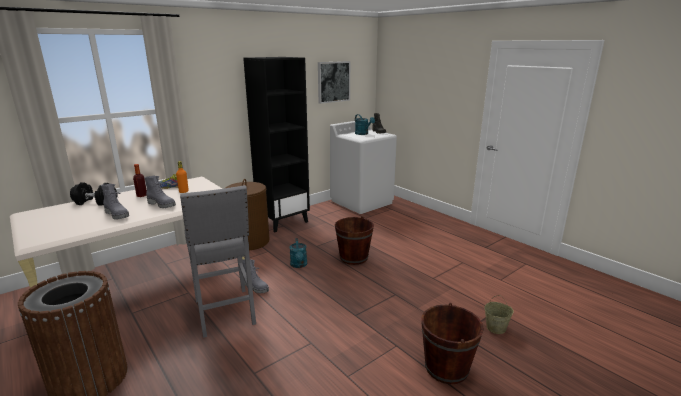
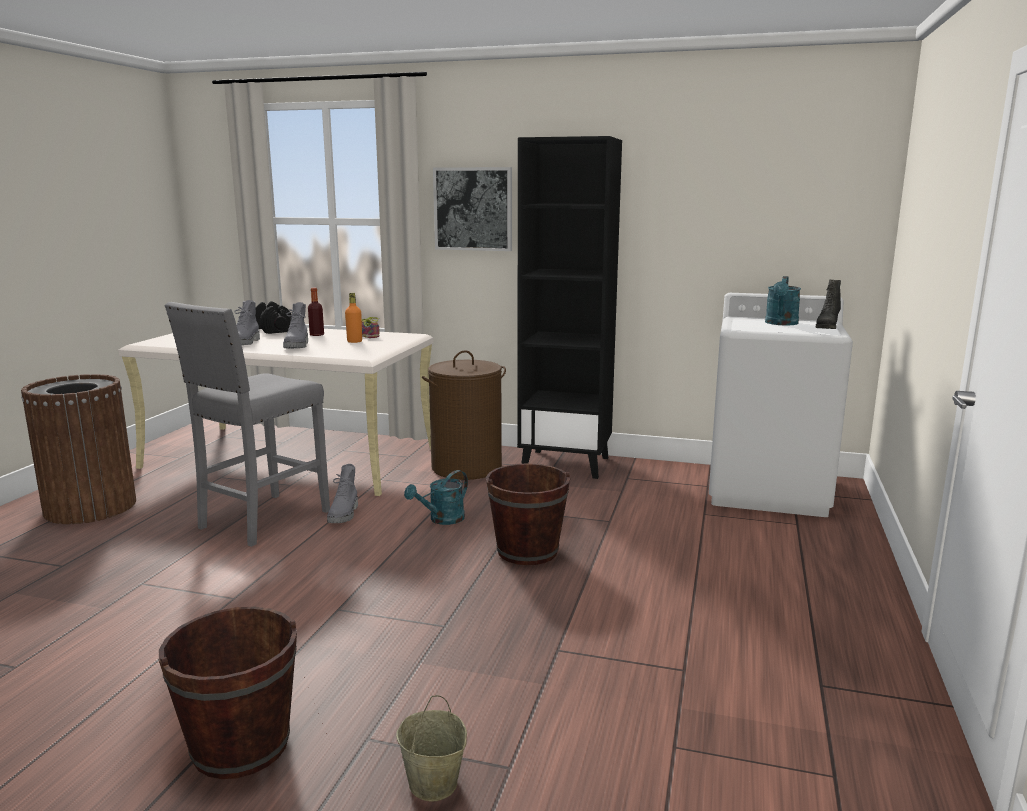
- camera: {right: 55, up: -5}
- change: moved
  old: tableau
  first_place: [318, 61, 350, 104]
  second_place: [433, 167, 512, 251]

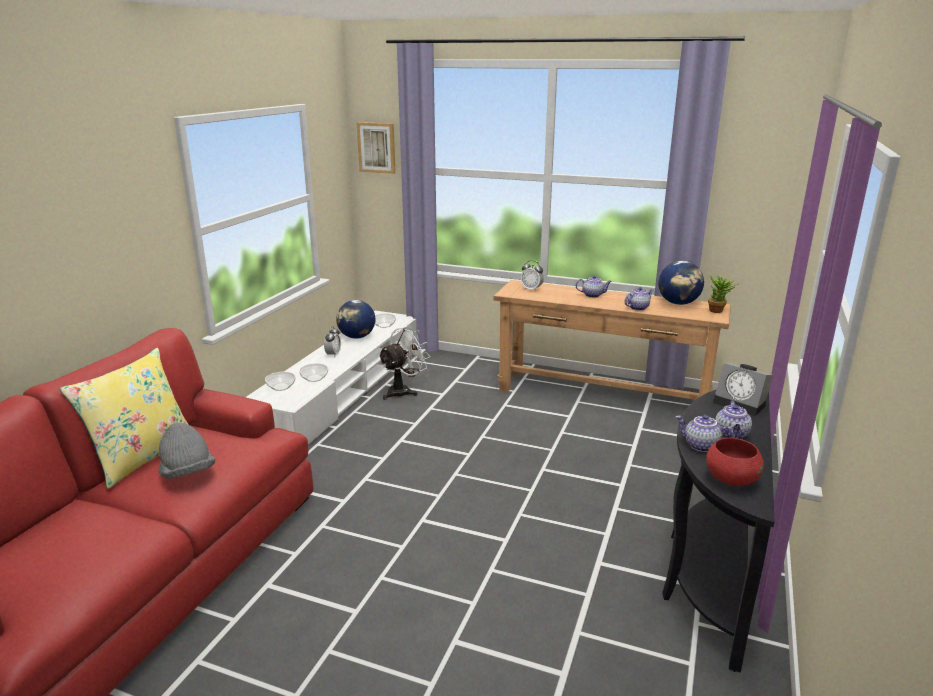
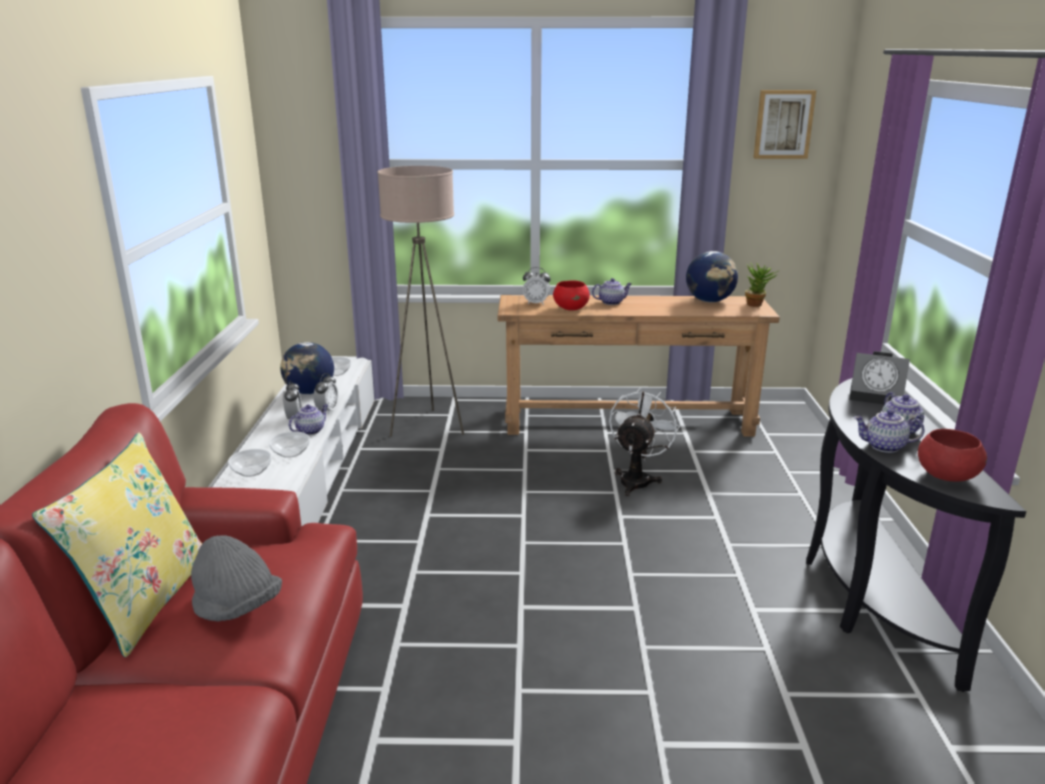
- camera: {right: -20, up: 0}
- change: moved
  old: théière
  first_place: [625, 287, 654, 311]
  second_place: [289, 404, 328, 435]
- change: added
  new: réveil
  second_place: [314, 373, 338, 415]
- change: added
  new: lampadaire/beige
  second_place: [377, 166, 464, 437]
- change: added
  new: bol/rouge
  second_place: [553, 281, 590, 311]
- change: moved
  old: ventilateur/blanc
  first_place: [378, 326, 431, 400]
  second_place: [609, 387, 680, 496]
- change: moved
  old: tableau
  first_place: [357, 122, 396, 174]
  second_place: [753, 90, 816, 159]

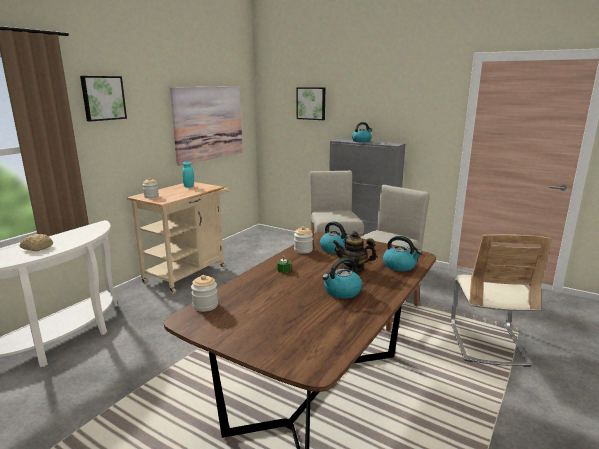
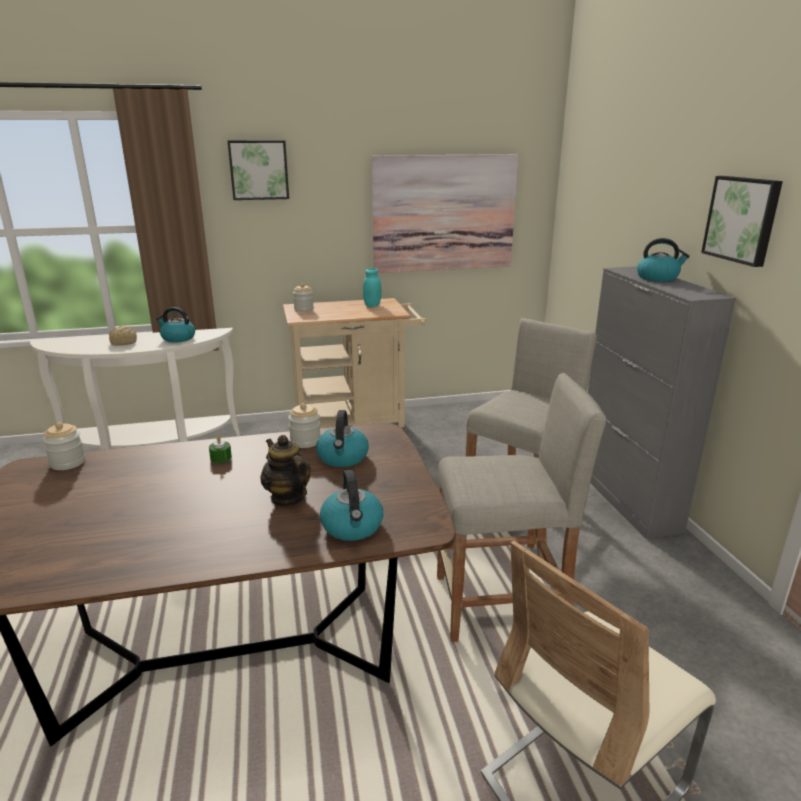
- camera: {right: 45, up: 5}
- change: moved
  old: bouilloire
  first_place: [322, 258, 362, 299]
  second_place: [156, 307, 195, 343]
- change: moved
  old: tableau
  first_place: [297, 87, 325, 120]
  second_place: [701, 176, 783, 267]

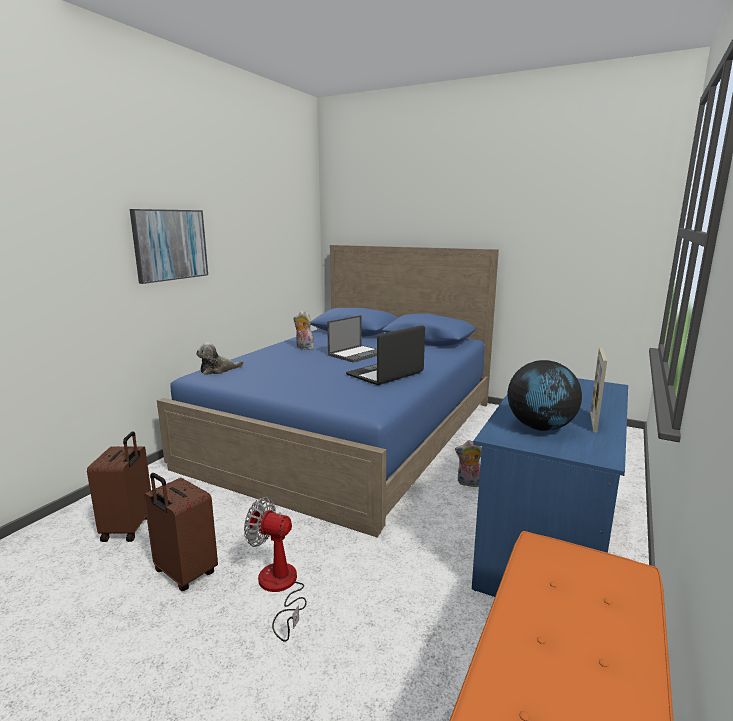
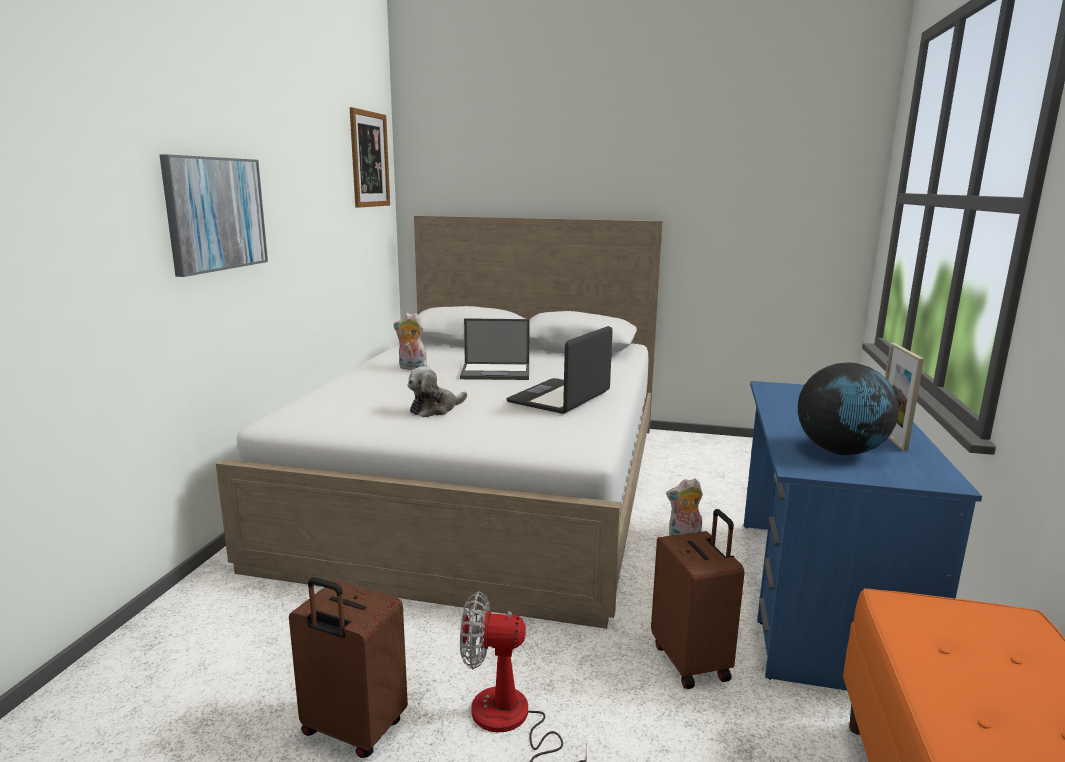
- camera: {right: -15, up: 0}
- change: recoloured
  old: lit/bleu
  new: lit/blanc
  first_place: [157, 245, 499, 537]
  second_place: [216, 216, 663, 629]
- change: added
  new: tableau
  second_place: [350, 107, 390, 208]
- change: moved
  old: peluche
  first_place: [196, 342, 244, 375]
  second_place: [407, 367, 467, 418]
- change: turned
  old: ordinateur portable
  first_place: [327, 315, 377, 363]
  second_place: [460, 318, 530, 380]
  degrees: 60
- change: moved
  old: valise/marron
  first_place: [87, 432, 151, 542]
  second_place: [651, 509, 744, 689]

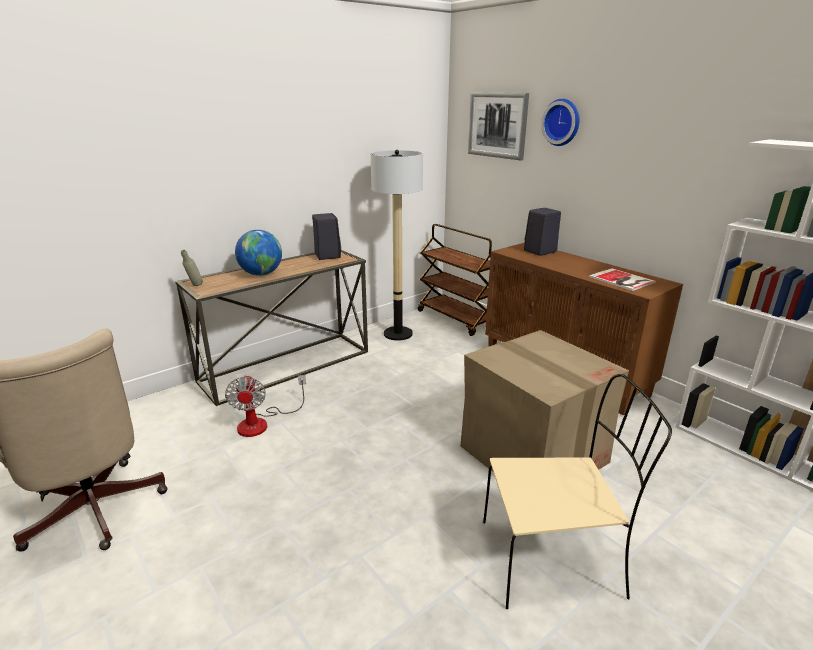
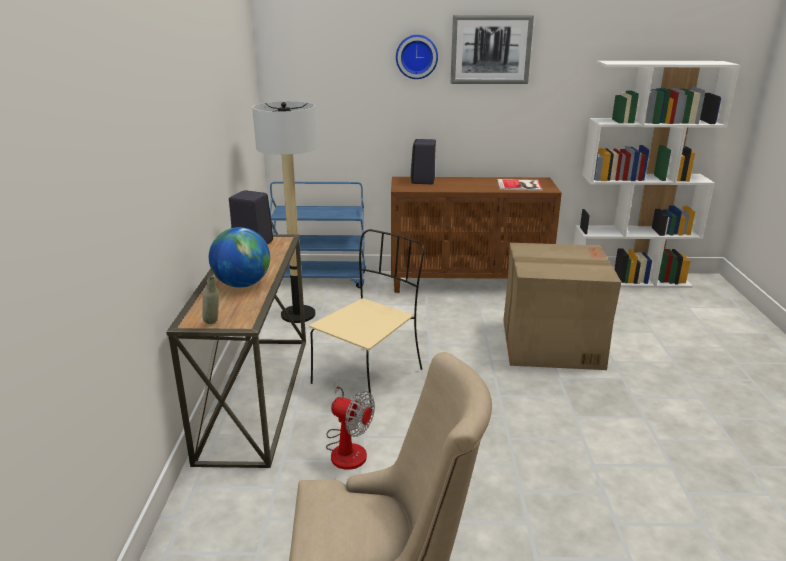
- camera: {right: -50, up: 0}
- change: recoloured
  old: chariot/marron
  new: chariot/bleu
  first_place: [418, 224, 492, 336]
  second_place: [270, 181, 366, 288]
- change: moved
  old: chaise/beige
  first_place: [483, 374, 672, 609]
  second_place: [309, 229, 424, 410]
- change: moved
  old: tableau
  first_place: [468, 92, 529, 160]
  second_place: [451, 15, 534, 84]

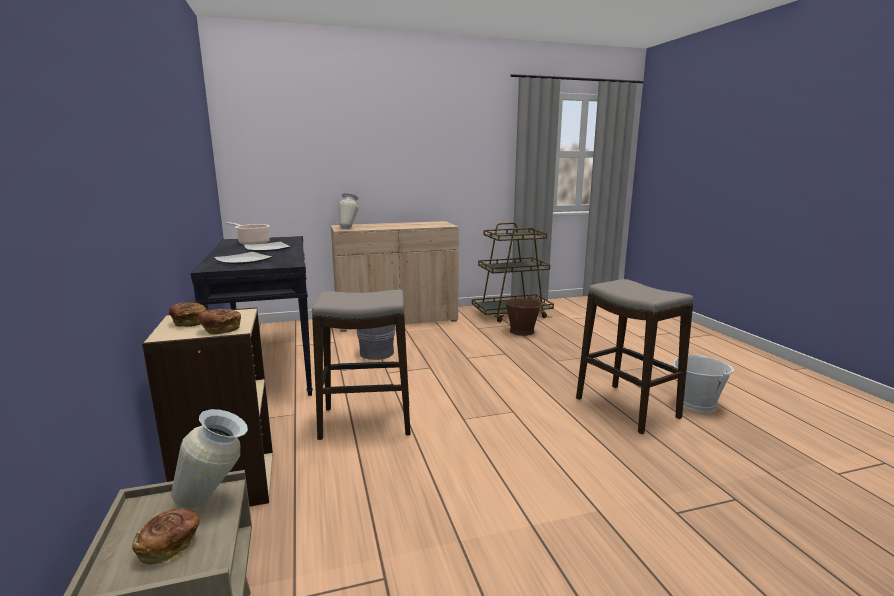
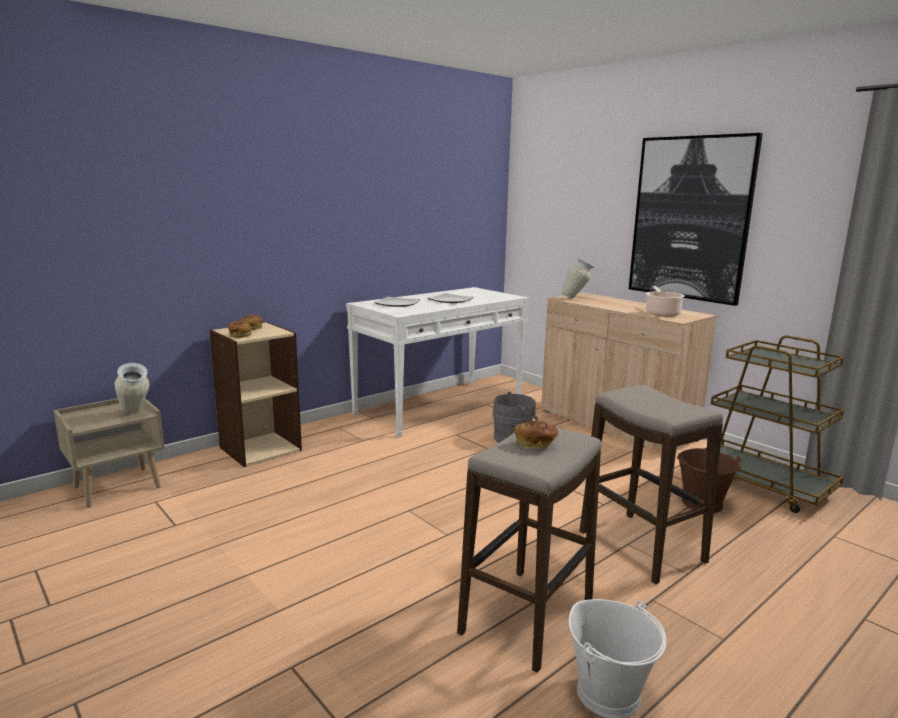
- camera: {right: 65, up: 0}
- change: recoloured
  old: table console/noir
  new: table console/blanc
  first_place: [191, 236, 313, 396]
  second_place: [346, 287, 529, 437]
- change: moved
  old: pain
  first_place: [132, 508, 200, 565]
  second_place: [514, 421, 558, 449]
- change: moved
  old: tabouret
  first_place: [312, 290, 411, 440]
  second_place: [579, 385, 723, 584]
- change: added
  new: tableau
  second_place: [629, 133, 763, 306]
- change: moved
  old: marmite
  first_place: [226, 222, 270, 245]
  second_place: [646, 286, 685, 317]

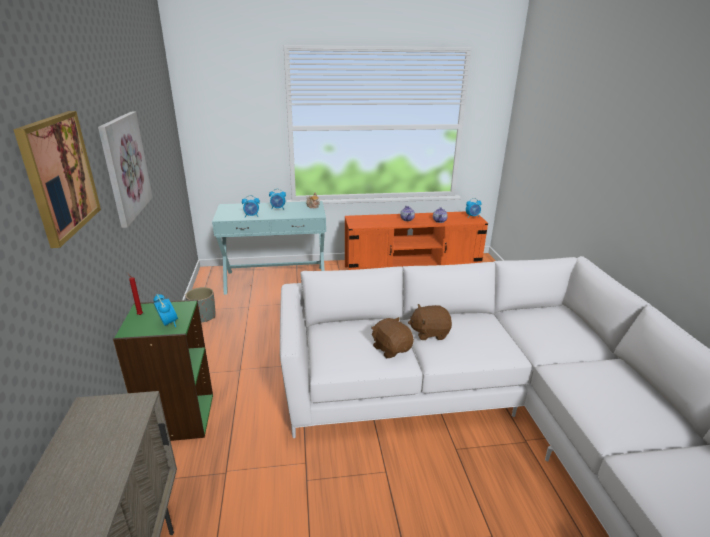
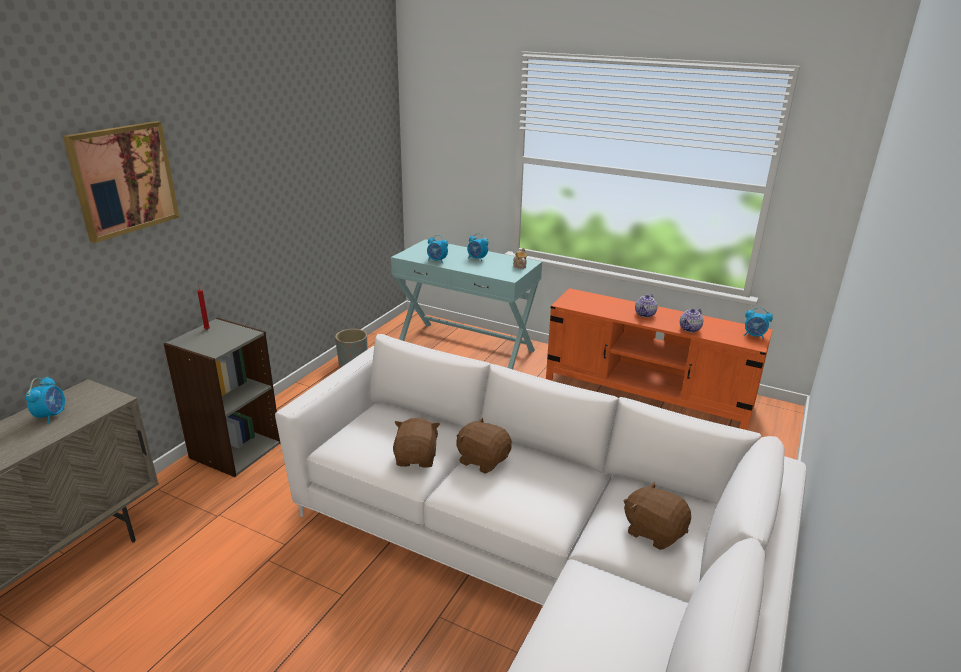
- camera: {right: 35, up: 0}
- change: moved
  old: réveil
  first_place: [154, 294, 178, 327]
  second_place: [25, 376, 65, 424]
- change: recoloured
  old: bibliothèque/vert
  new: bibliothèque/gris
  first_place: [113, 299, 213, 441]
  second_place: [163, 318, 280, 477]
- change: added
  new: peluche/marron
  second_place: [624, 482, 691, 550]
- change: removed
  old: tableau
  first_place: [98, 112, 153, 228]

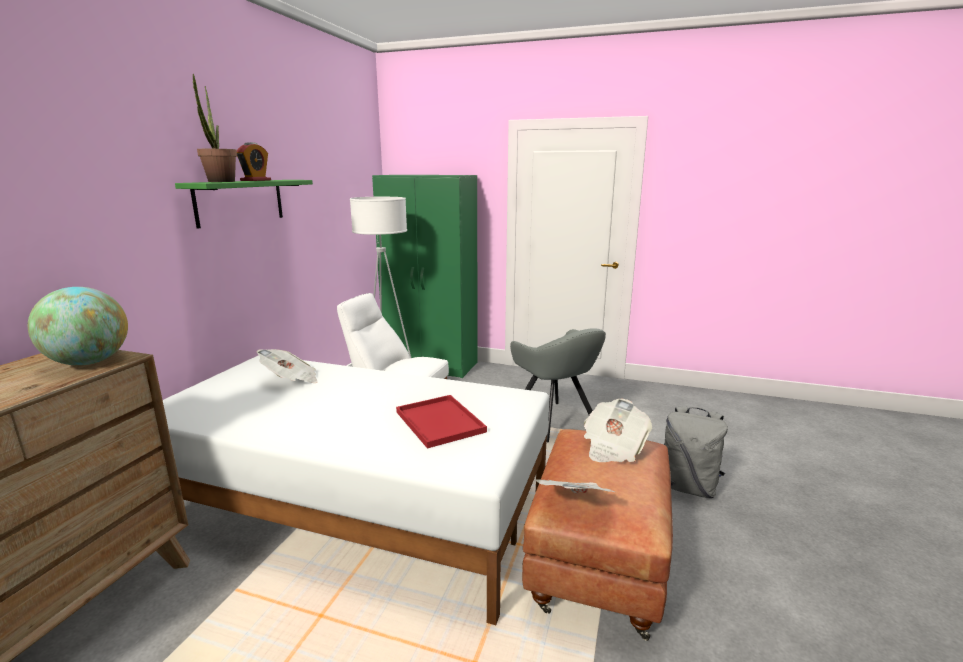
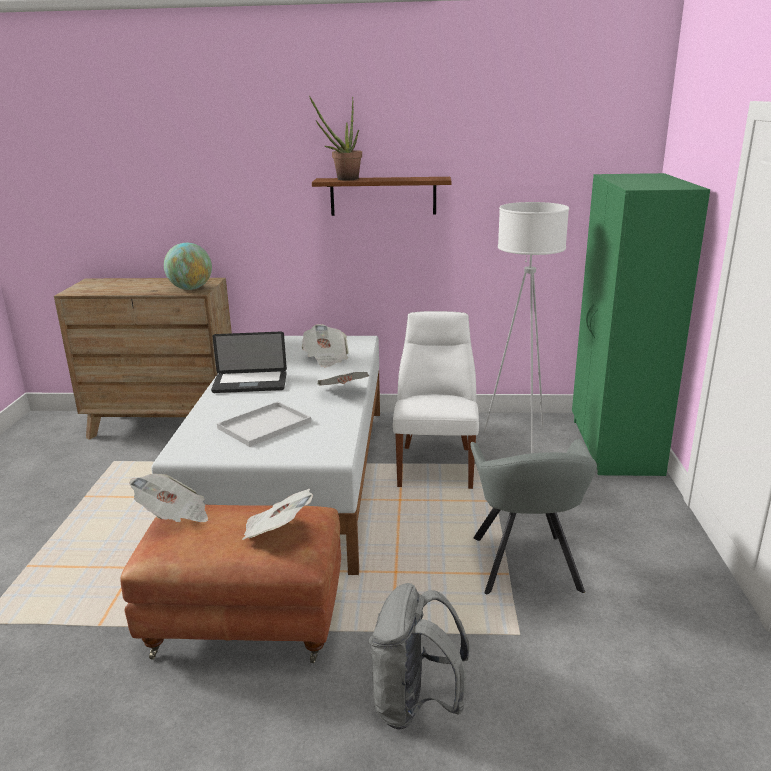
- camera: {right: 75, up: 5}
- change: added
  new: ordinateur portable
  second_place: [211, 332, 287, 393]
- change: recoloured
  old: plateau/rouge
  new: plateau/blanc
  first_place: [396, 395, 487, 448]
  second_place: [217, 401, 311, 447]
- change: recoloured
  old: étagère/vert
  new: étagère/marron
  first_place: [175, 180, 313, 229]
  second_place: [312, 177, 452, 216]
- change: added
  new: journal
  second_place: [318, 372, 369, 385]
- change: turned
  old: fauteuil/gris
  first_place: [510, 328, 606, 442]
  second_place: [471, 439, 597, 594]
  degrees: -45
- change: removed
  old: réveil
  first_place: [237, 142, 271, 181]

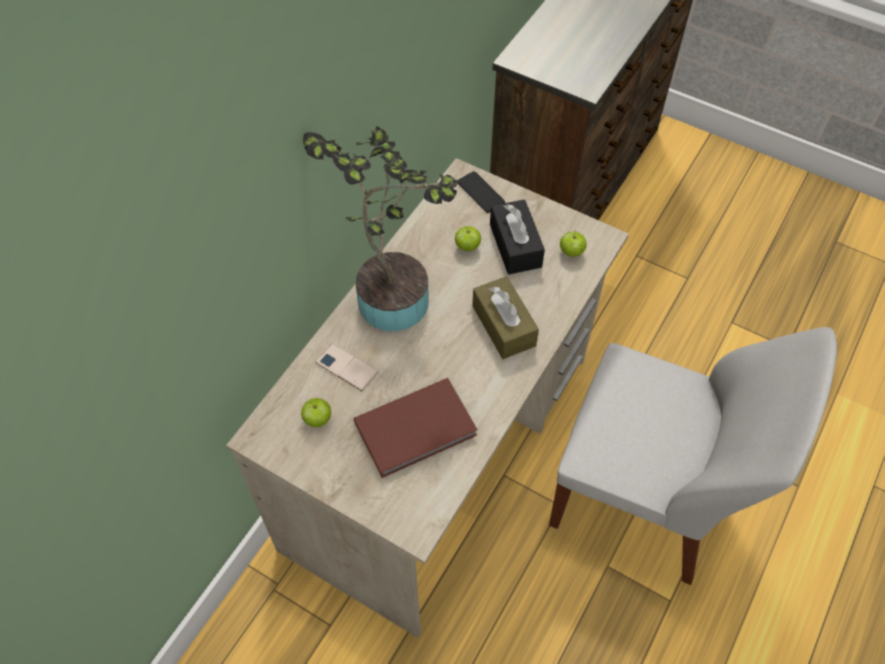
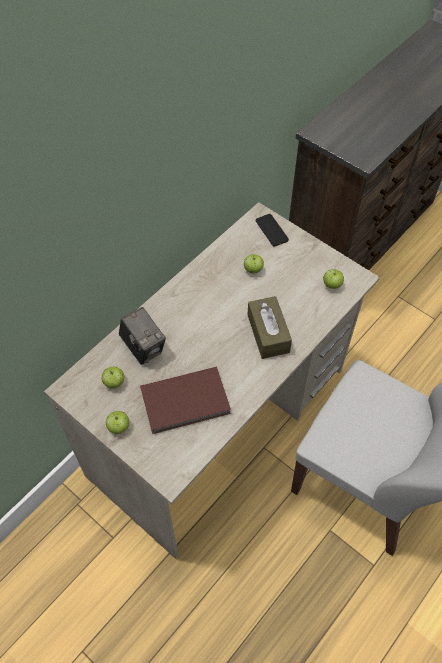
- camera: {right: 10, up: 0}
- change: added
  new: pomme
  second_place: [106, 411, 129, 434]
- change: replaced
  old: téléphone
  new: appareil photo
  first_place: [316, 343, 378, 392]
  second_place: [119, 307, 166, 365]
- change: removed
  old: plante en pot
  first_place: [303, 126, 458, 331]
- change: removed
  old: boîte à mouchoirs/noir
  first_place: [490, 200, 545, 274]

